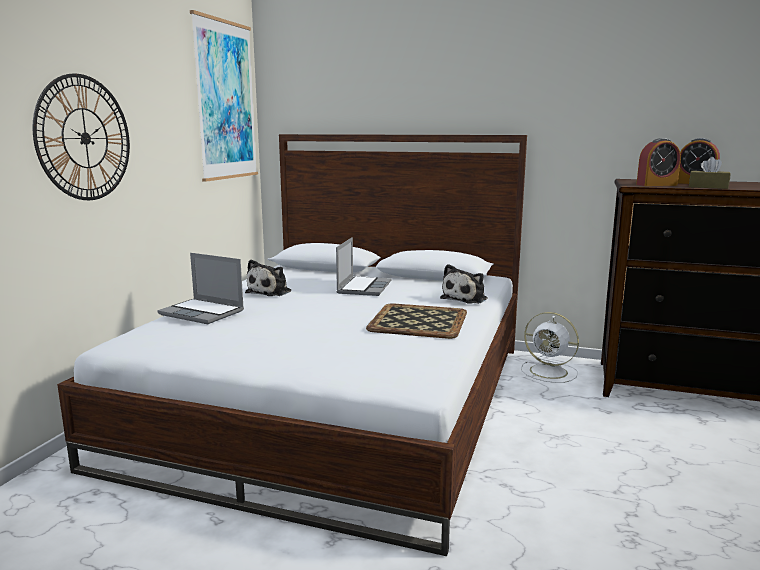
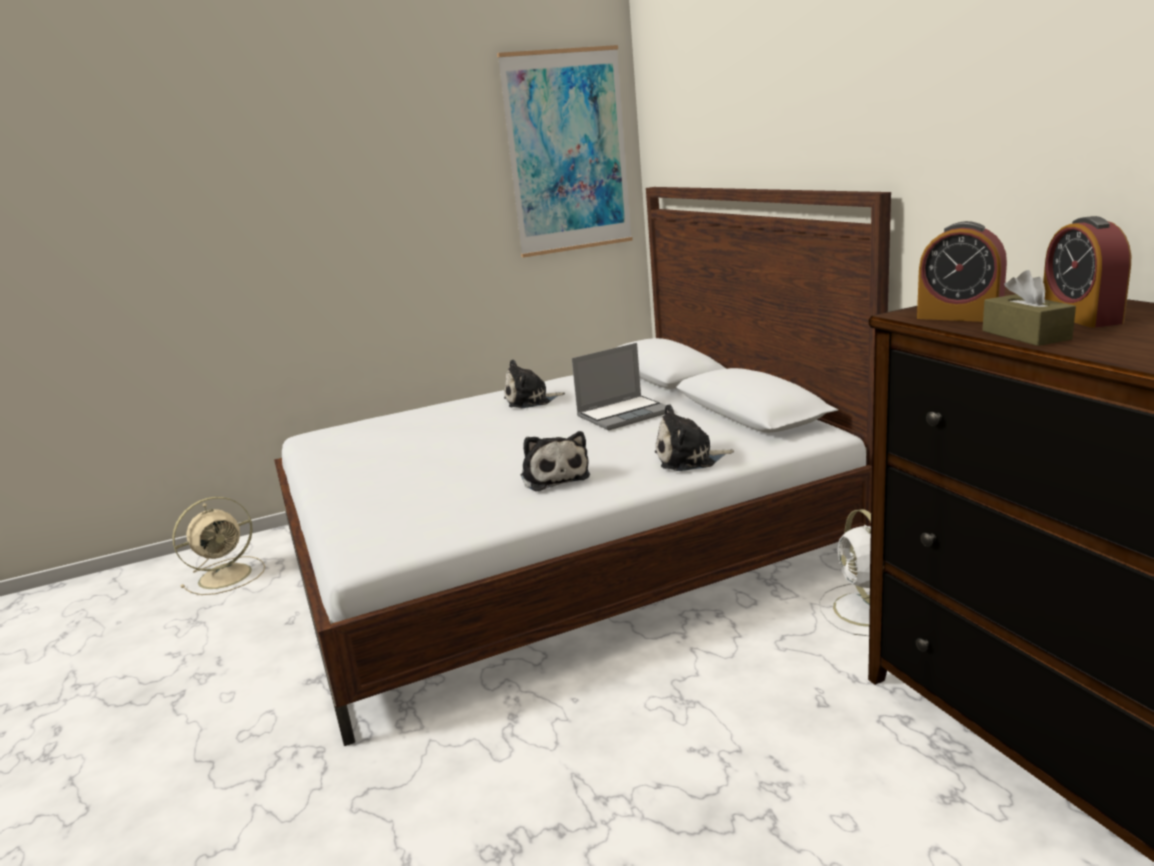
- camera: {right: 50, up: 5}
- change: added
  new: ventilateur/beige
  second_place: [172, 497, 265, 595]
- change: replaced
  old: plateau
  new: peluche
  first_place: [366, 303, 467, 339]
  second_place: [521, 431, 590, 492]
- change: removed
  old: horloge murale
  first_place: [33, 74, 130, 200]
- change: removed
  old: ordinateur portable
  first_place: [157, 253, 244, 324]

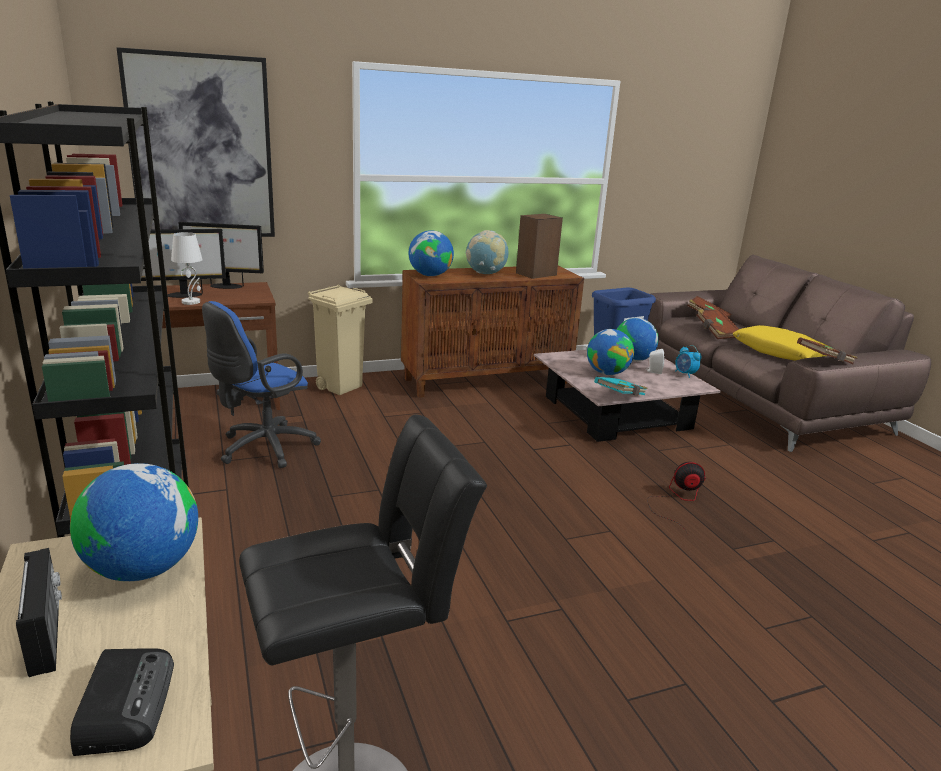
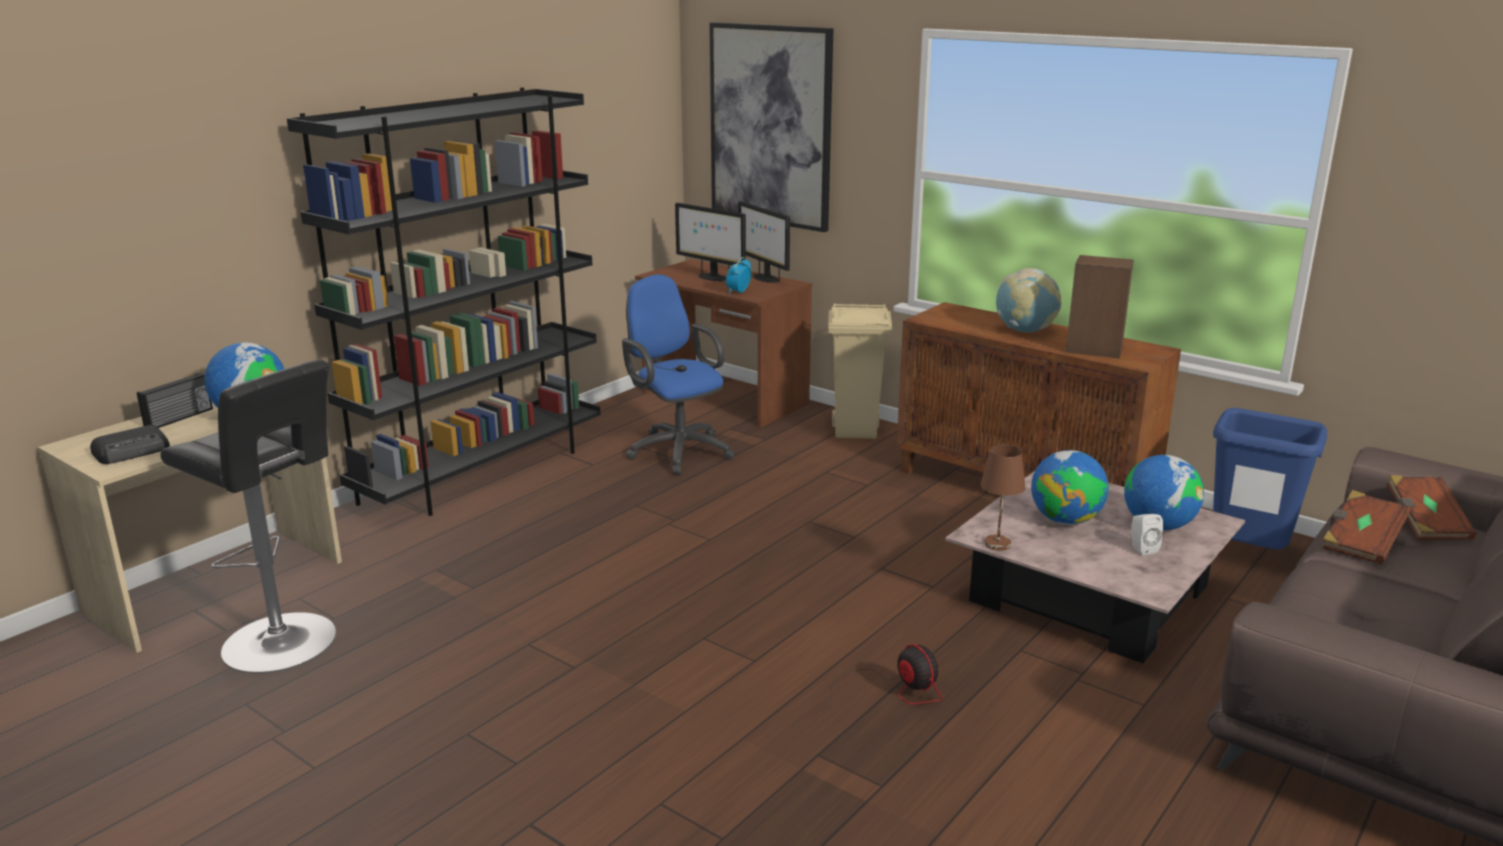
- camera: {right: 60, up: 0}
- change: turned
  old: chaise de bureau/bleu
  first_place: [202, 301, 321, 468]
  second_place: [622, 274, 735, 475]
  degrees: 45
- change: moved
  old: réveil
  first_place: [675, 345, 702, 378]
  second_place: [726, 257, 751, 294]
- change: replaced
  old: livre/turquoise
  new: lampe de table/marron
  first_place: [594, 377, 648, 396]
  second_place: [980, 445, 1025, 551]
- change: removed
  old: lampe de table/blanc
  first_place: [171, 232, 203, 305]
- change: removed
  old: globe
  first_place: [408, 230, 454, 276]
- change: removed
  old: coussin/jaune
  first_place: [733, 325, 827, 361]
- change: removed
  old: livre/marron
  first_place: [797, 337, 857, 364]

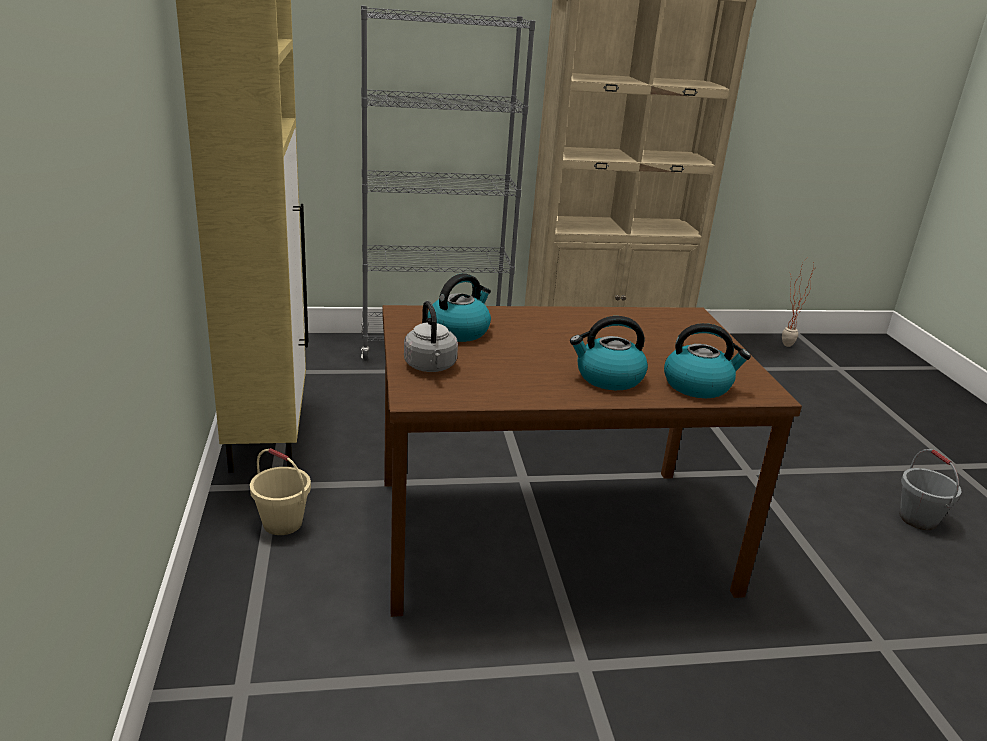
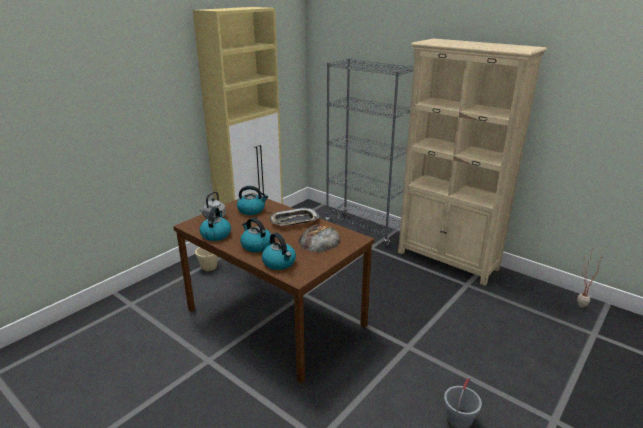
- camera: {right: 50, up: 0}
- change: added
  new: bouilloire
  second_place: [200, 207, 231, 241]
- change: added
  new: plateau
  second_place: [270, 208, 319, 226]
- change: added
  new: pain
  second_place: [298, 224, 341, 253]

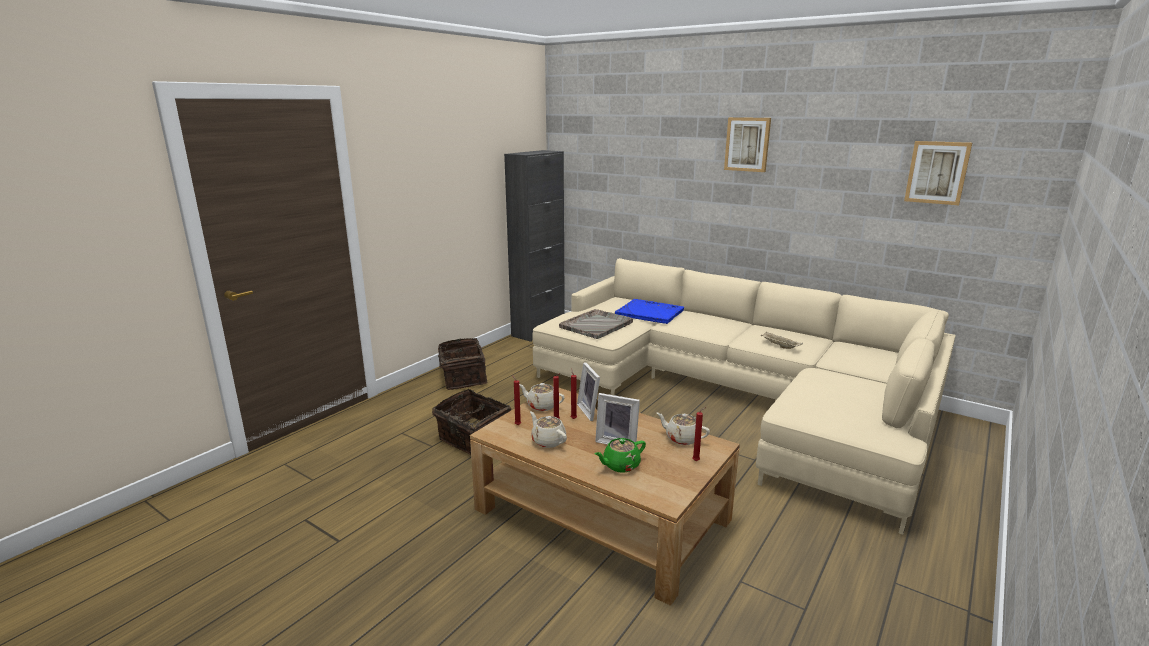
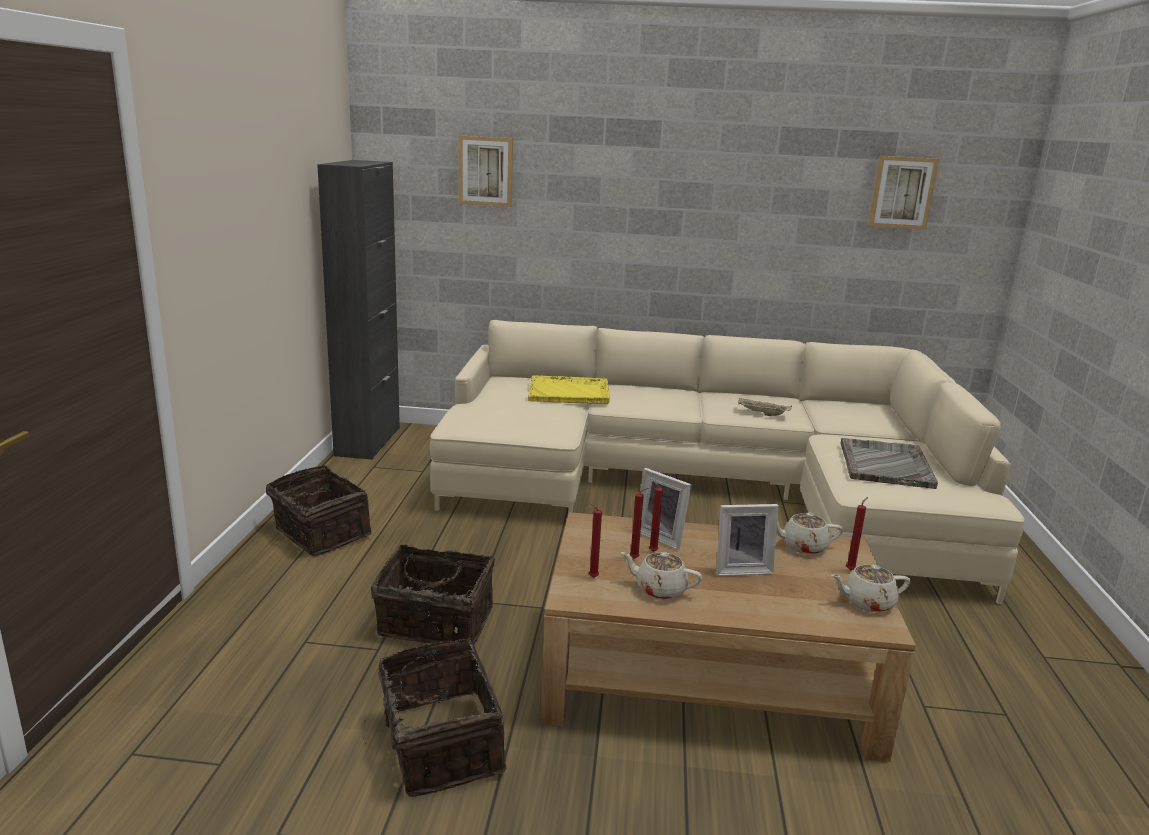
- camera: {right: -30, up: 0}
- change: added
  new: panier
  second_place: [363, 638, 506, 797]
- change: moved
  old: tableau
  first_place: [724, 117, 771, 172]
  second_place: [458, 135, 513, 207]
- change: recoloured
  old: plateau/bleu
  new: plateau/jaune
  first_place: [615, 299, 684, 324]
  second_place: [528, 375, 610, 404]
- change: moved
  old: théière/beige
  first_place: [519, 383, 565, 411]
  second_place: [831, 565, 911, 612]
- change: moved
  old: plateau/gris
  first_place: [559, 309, 633, 339]
  second_place: [841, 438, 938, 489]
- change: removed
  old: théière/vert
  first_place: [595, 438, 646, 473]

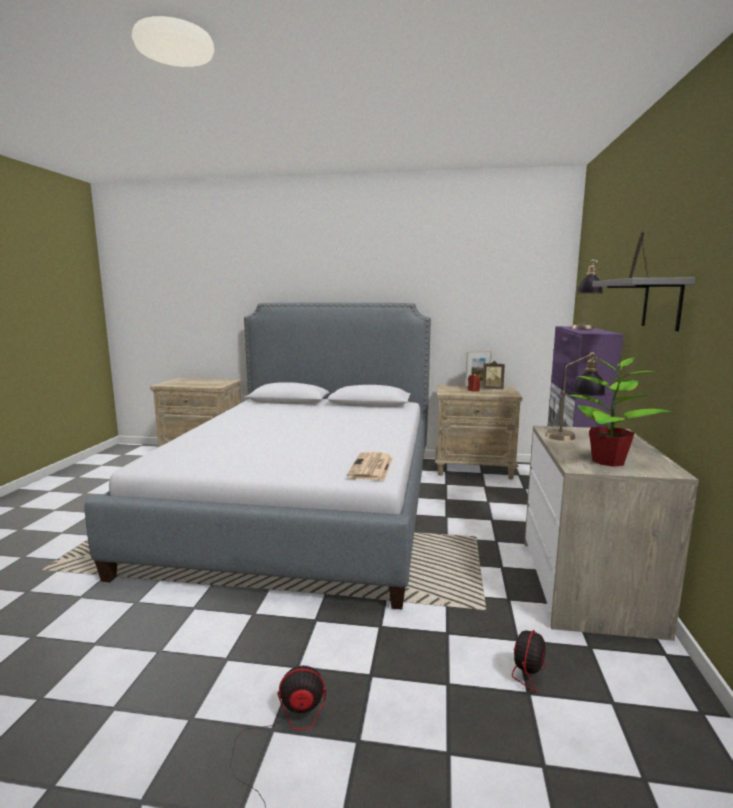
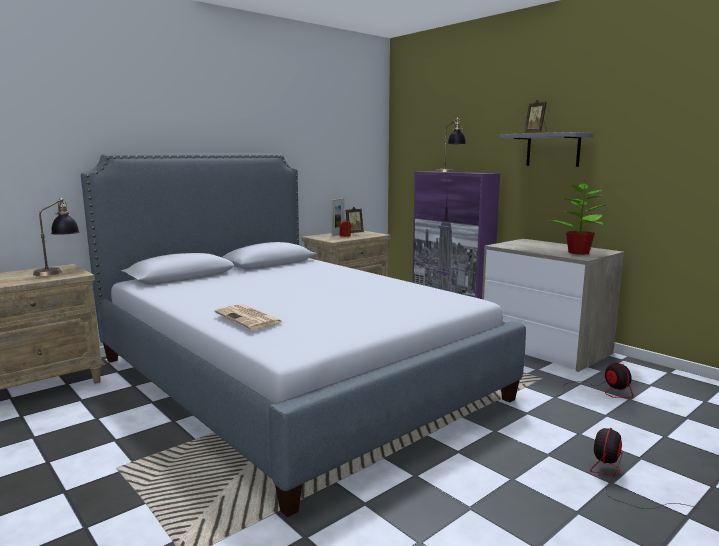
- camera: {right: -50, up: 0}
- change: moved
  old: lampe de table
  first_place: [545, 352, 606, 441]
  second_place: [33, 198, 80, 276]
- change: moved
  old: journal
  first_place: [347, 452, 393, 481]
  second_place: [215, 304, 284, 330]

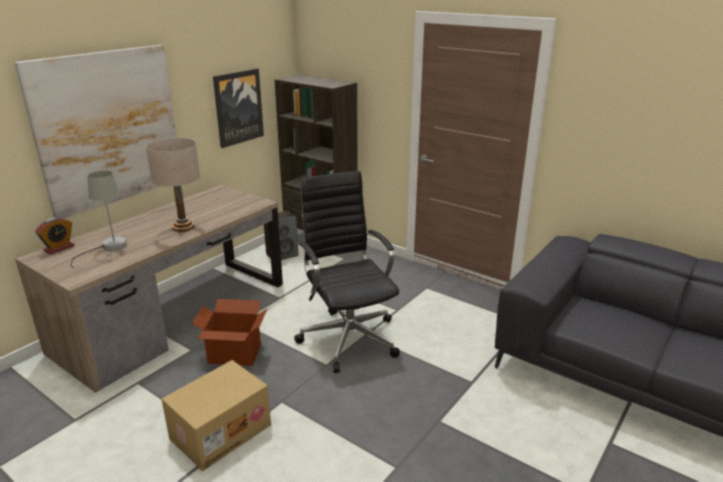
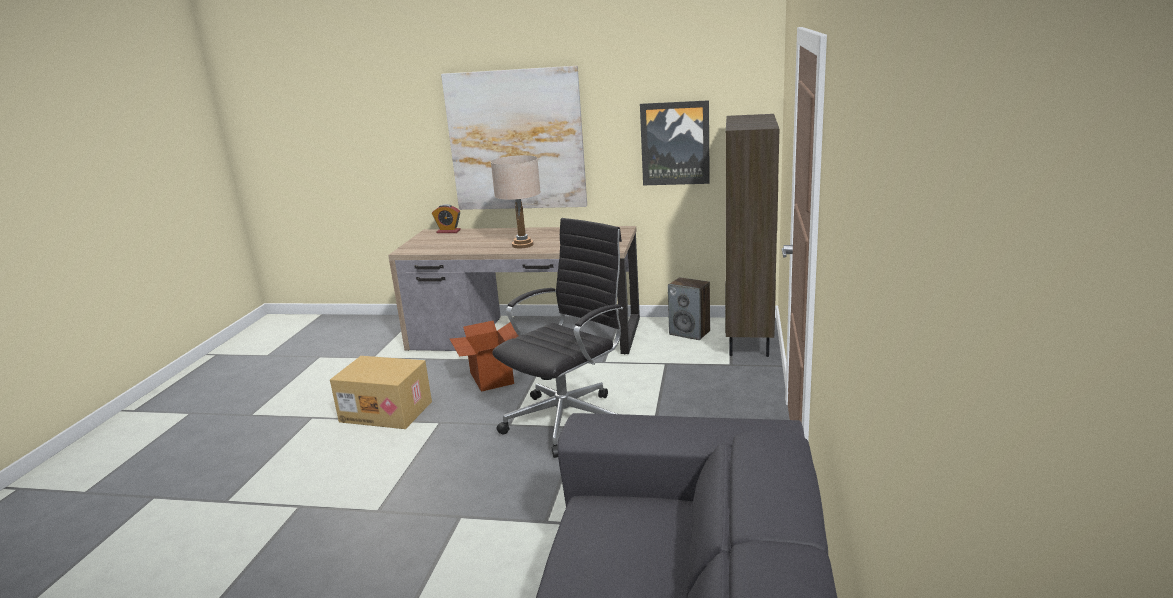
- camera: {right: 65, up: -5}
- change: removed
  old: lampe de table/gris
  first_place: [70, 171, 127, 268]

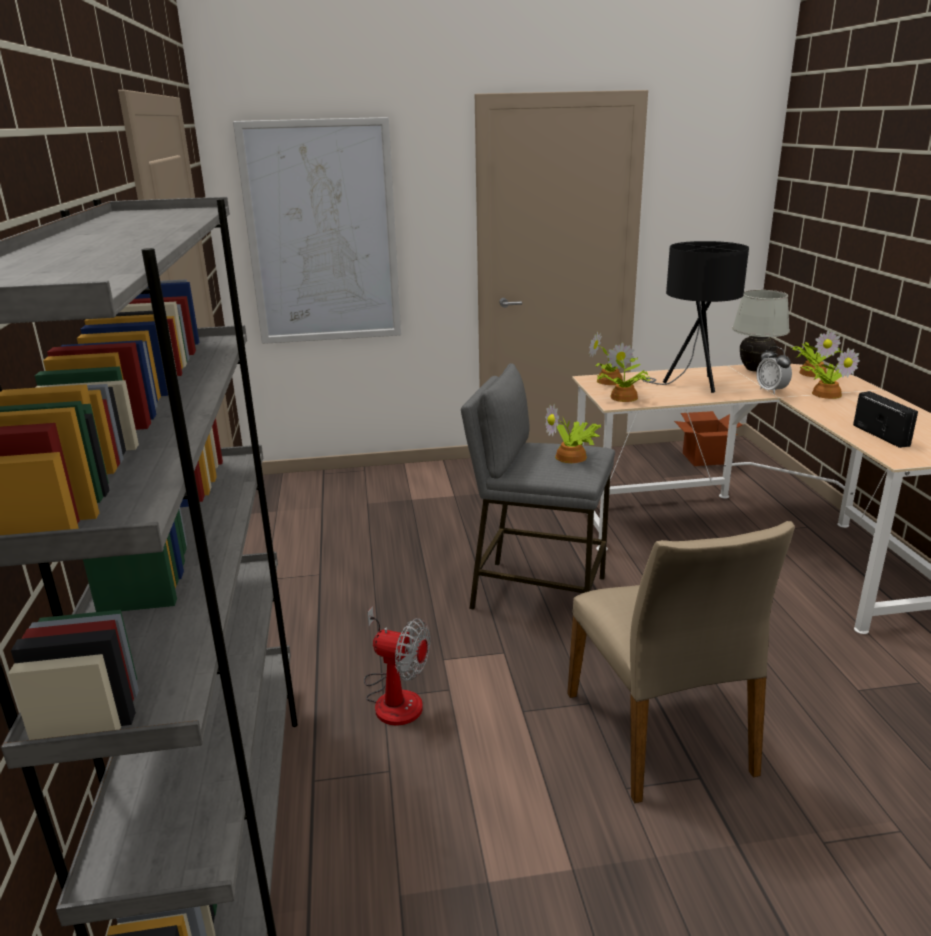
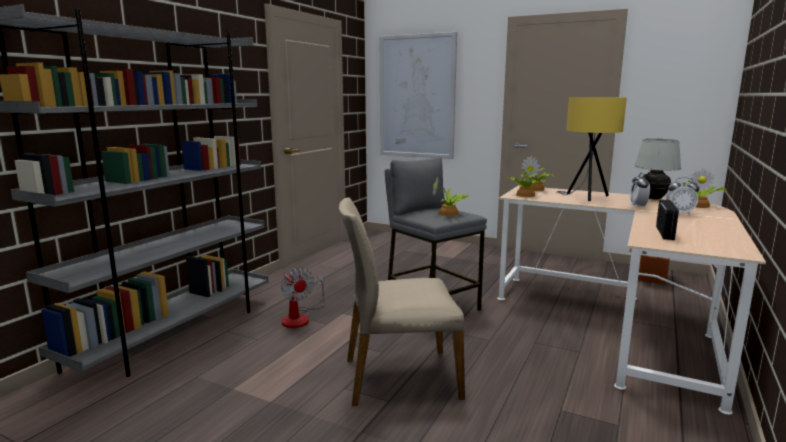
- camera: {right: 35, up: -10}
- change: turned
  old: chaise/beige
  first_place: [567, 521, 795, 803]
  second_place: [339, 197, 465, 406]
  degrees: 60
- change: recoloured
  old: lampe de table/noir
  new: lampe de table/jaune
  first_place: [642, 241, 749, 393]
  second_place: [556, 97, 627, 201]
- change: replaced
  old: plante en pot
  new: réveil
  first_place: [800, 347, 860, 399]
  second_place: [666, 177, 699, 215]

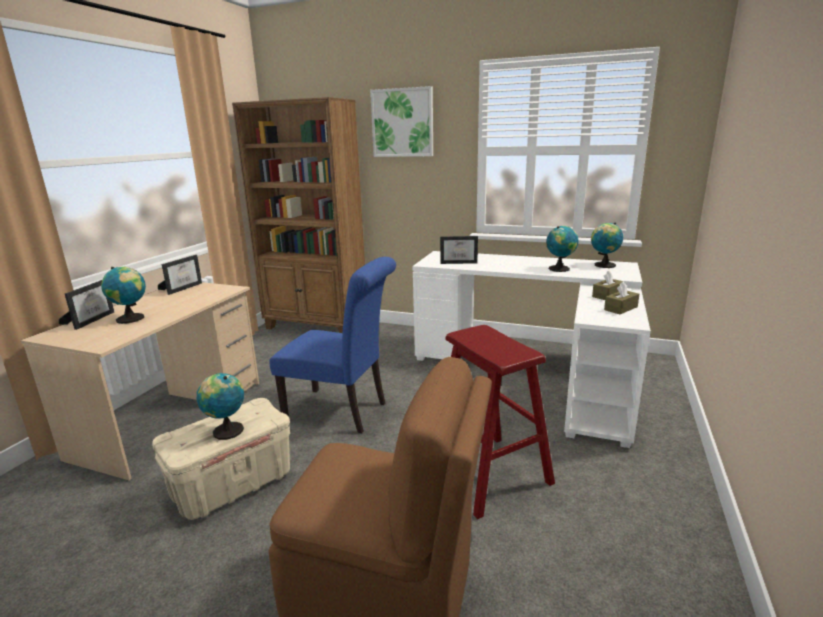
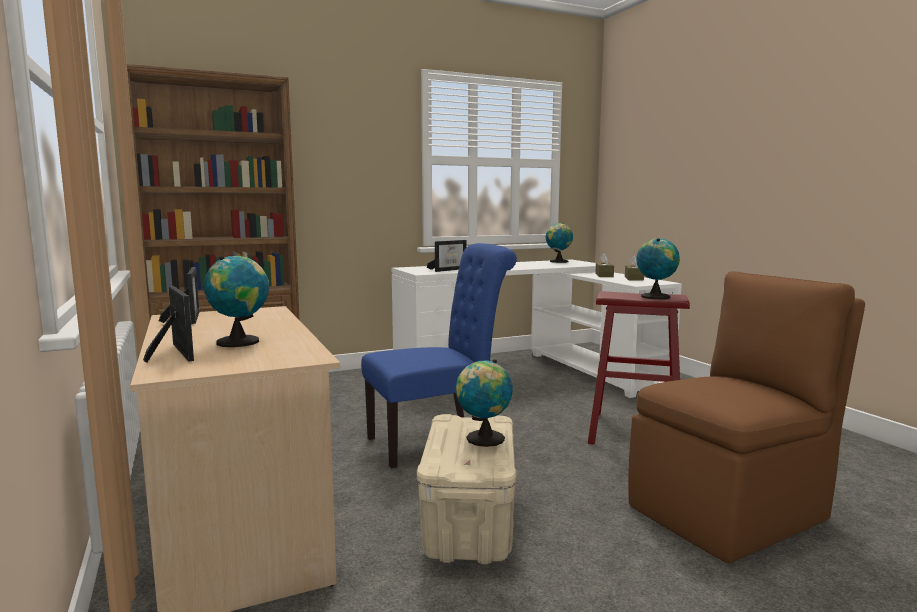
- camera: {right: -45, up: -10}
- change: moved
  old: globe
  first_place: [546, 226, 579, 272]
  second_place: [636, 238, 680, 299]
- change: removed
  old: tableau
  first_place: [370, 86, 433, 157]

